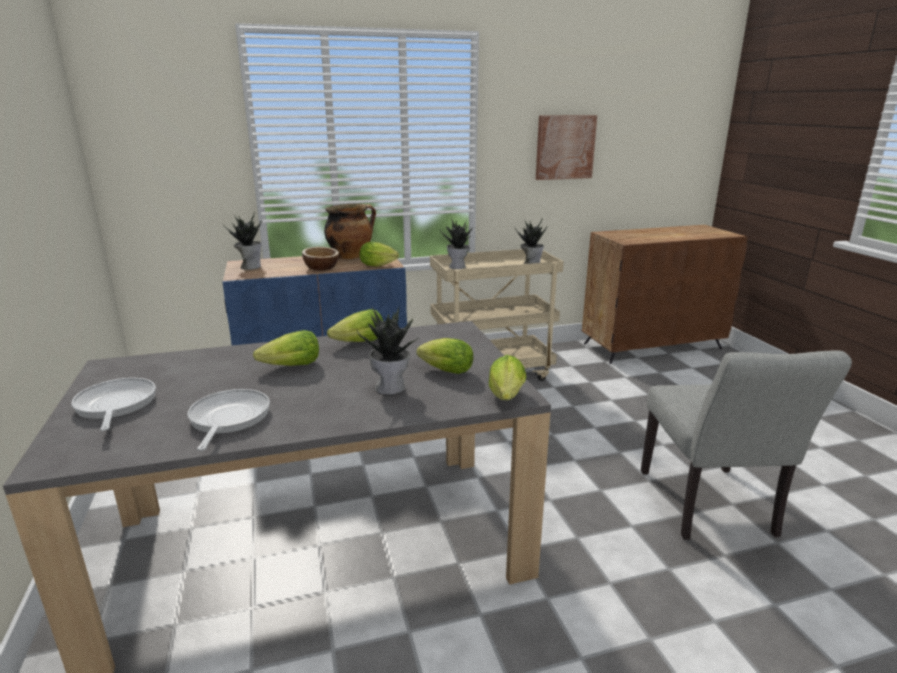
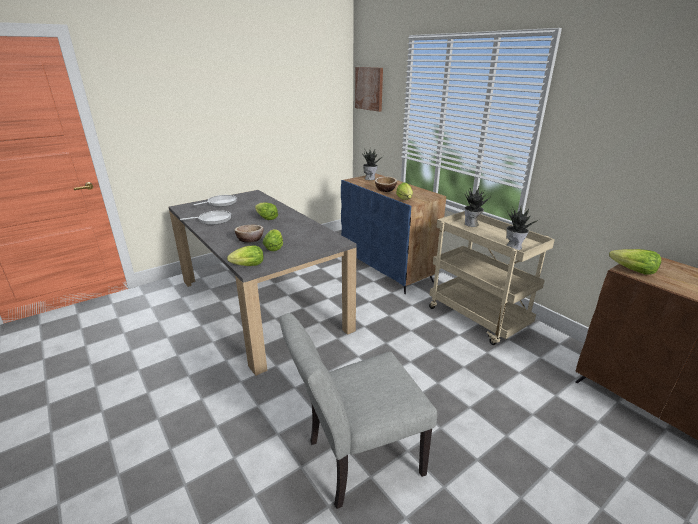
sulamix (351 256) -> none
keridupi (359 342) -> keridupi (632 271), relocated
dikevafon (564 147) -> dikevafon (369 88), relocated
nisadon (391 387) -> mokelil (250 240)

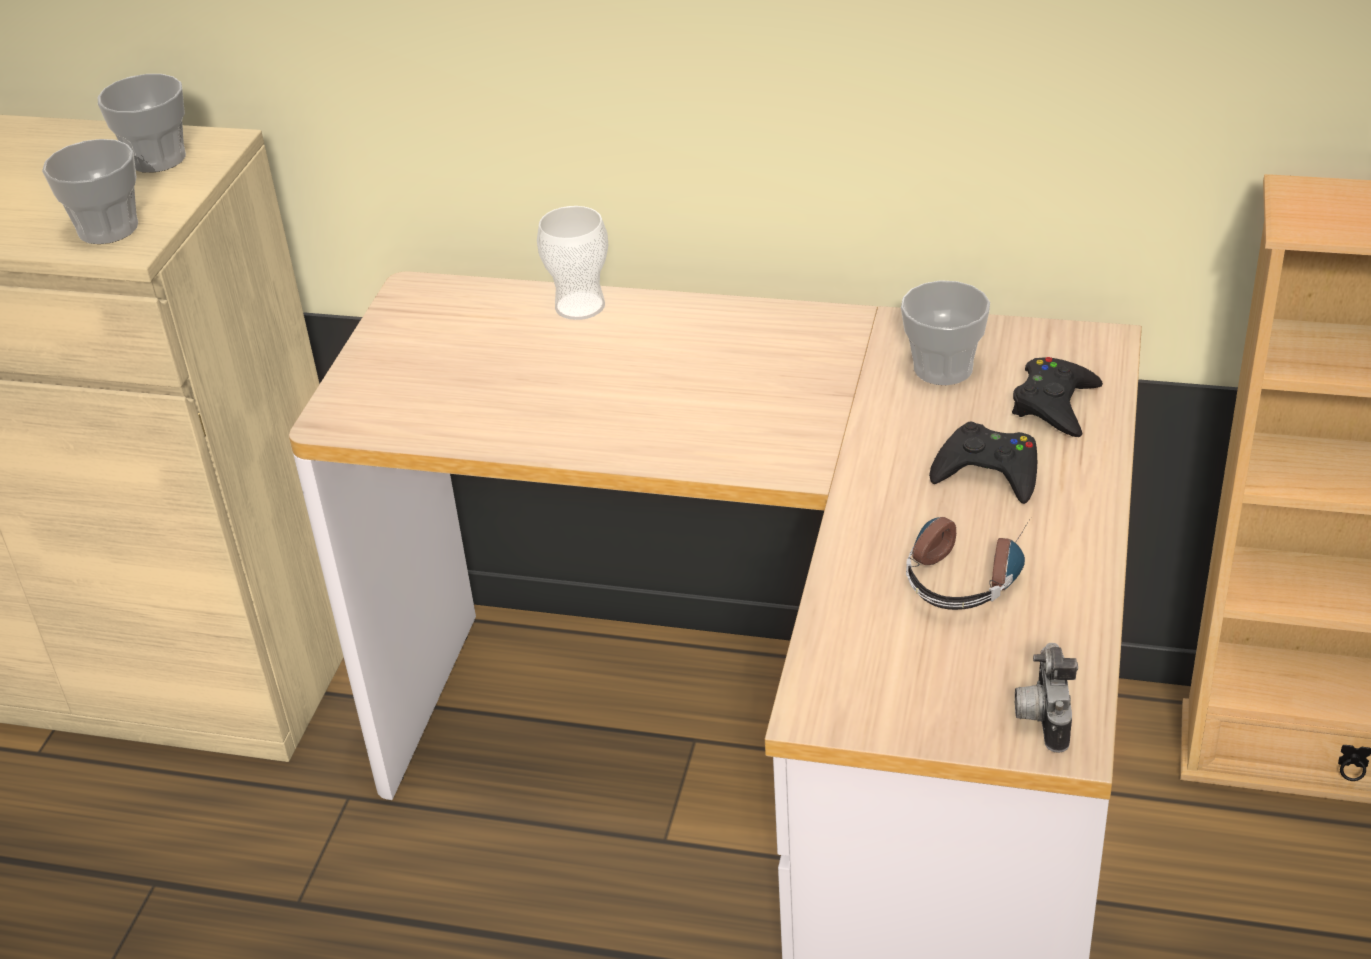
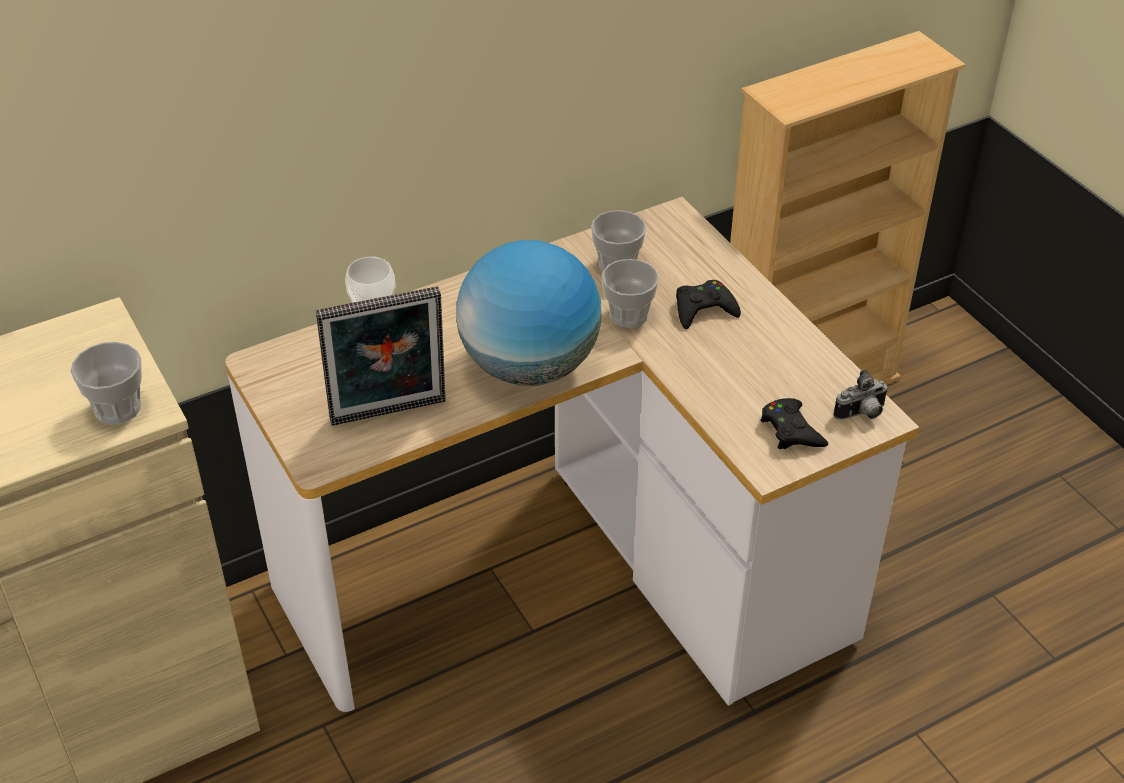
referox (967 570) -> none
none -> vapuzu (389 415)
none -> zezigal (530 366)
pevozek (157 159) -> pevozek (628 315), relocated
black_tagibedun (1055 405) -> black_tagibedun (791 430), relocated
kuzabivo (1041 717) -> kuzabivo (861 414), 75 degrees counterclockwise

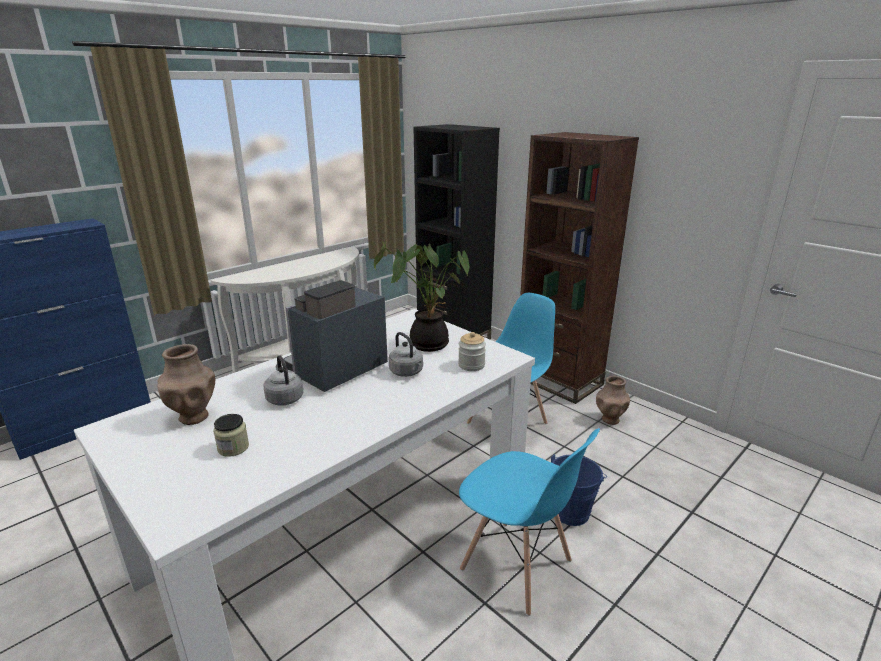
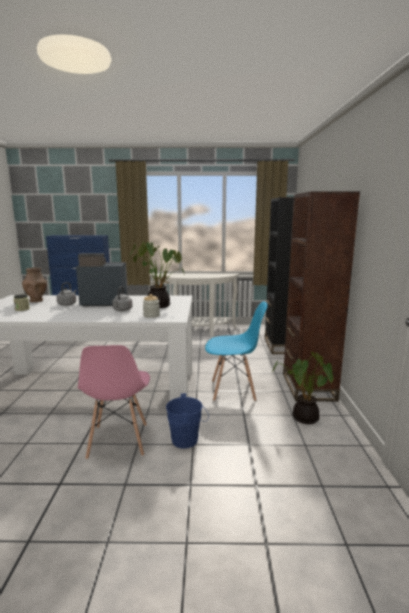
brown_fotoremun (610 419) -> nisadon (303 418)
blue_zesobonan (516 566) -> pink_zesobonan (118 441)

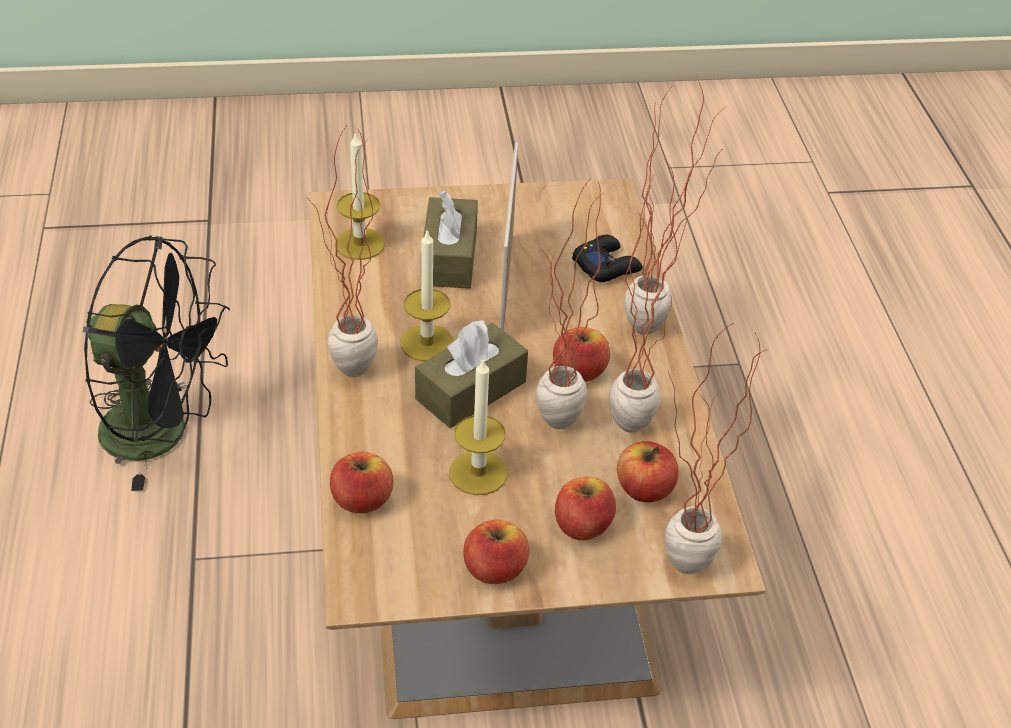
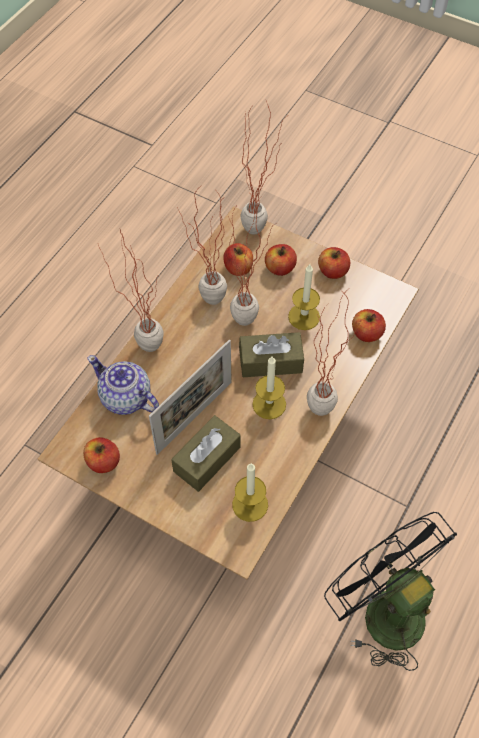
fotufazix (579 372) -> fotufazix (103 462), relocated
black_tagibedun (606 265) -> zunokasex (126 398)

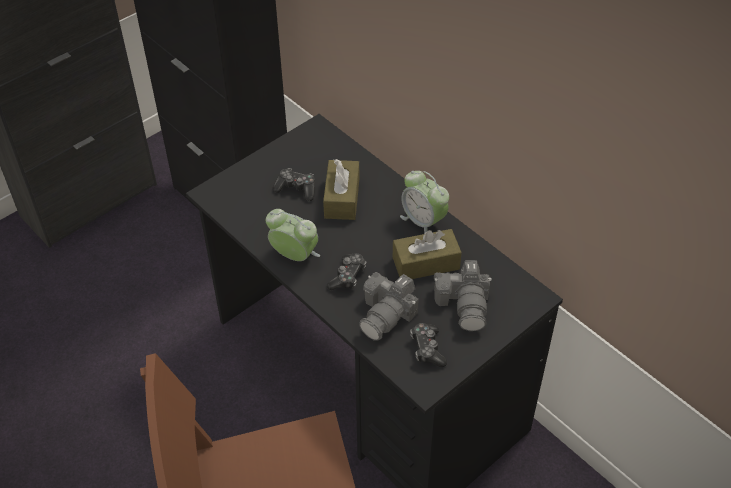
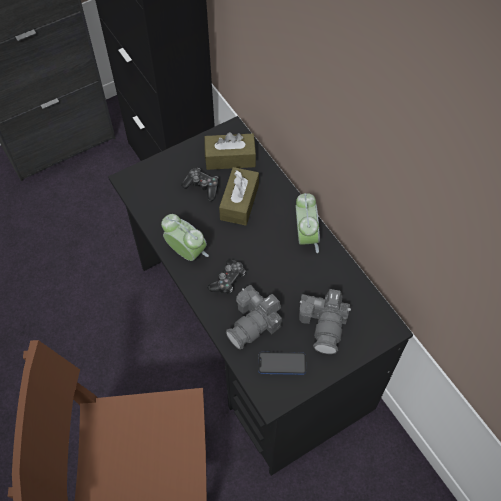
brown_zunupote (426 263) -> brown_zunupote (230 158), relocated
tagibedun (427 349) -> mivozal (282 363)
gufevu (423 221) -> gufevu (305 237), 150 degrees counterclockwise

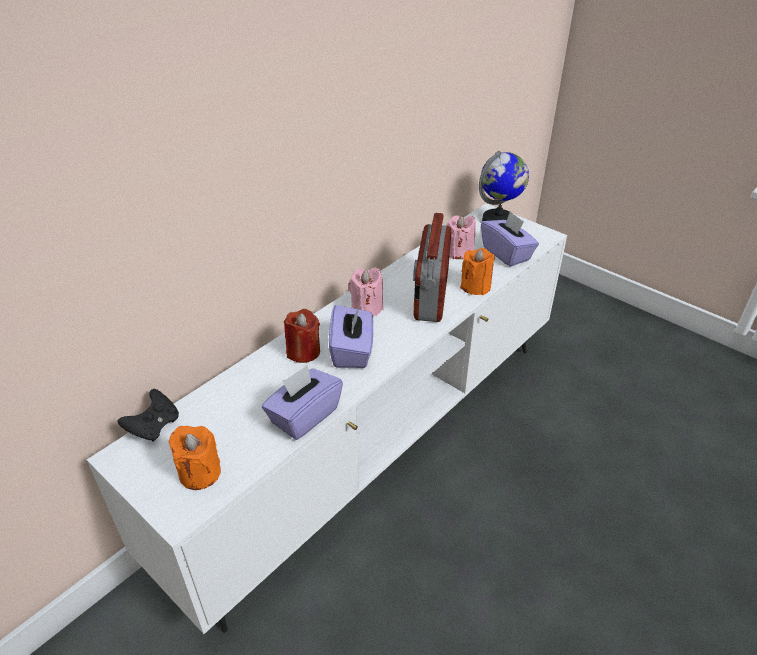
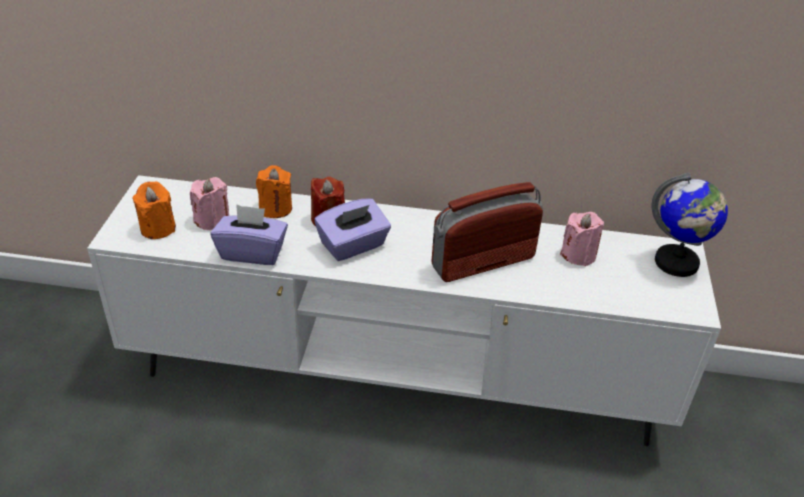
black_tagibedun (154 427) -> none
purple_zunupote (507 253) -> none
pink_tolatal (366 308) -> pink_tolatal (212 220), relocated
orange_tolatal (475 286) -> orange_tolatal (275 208), relocated

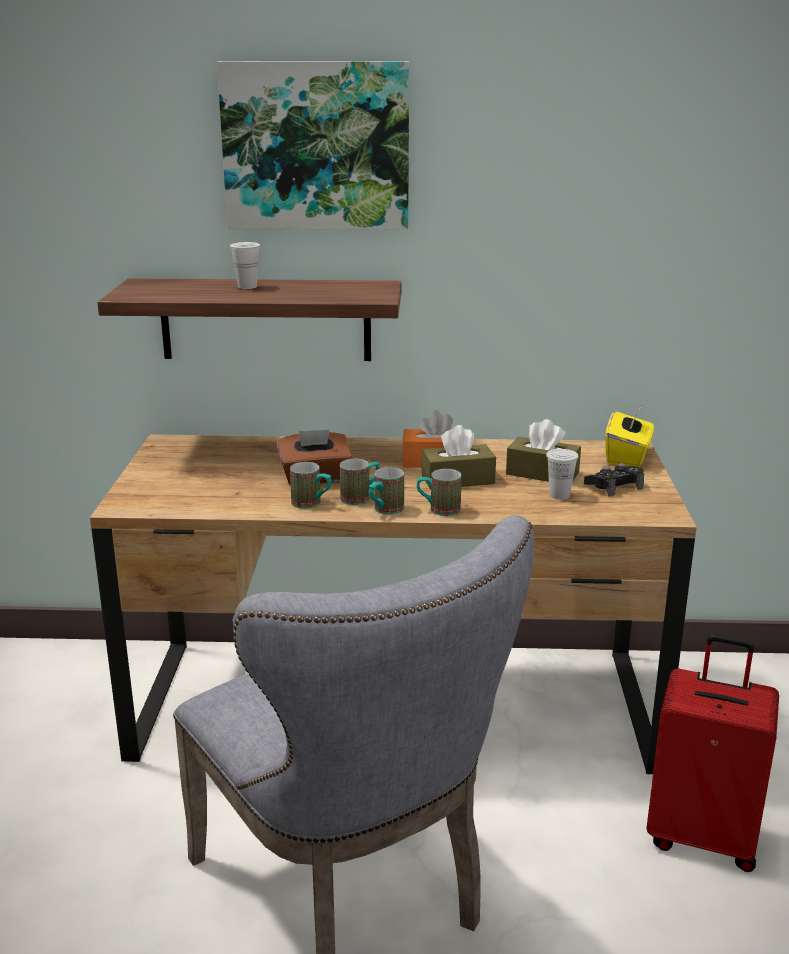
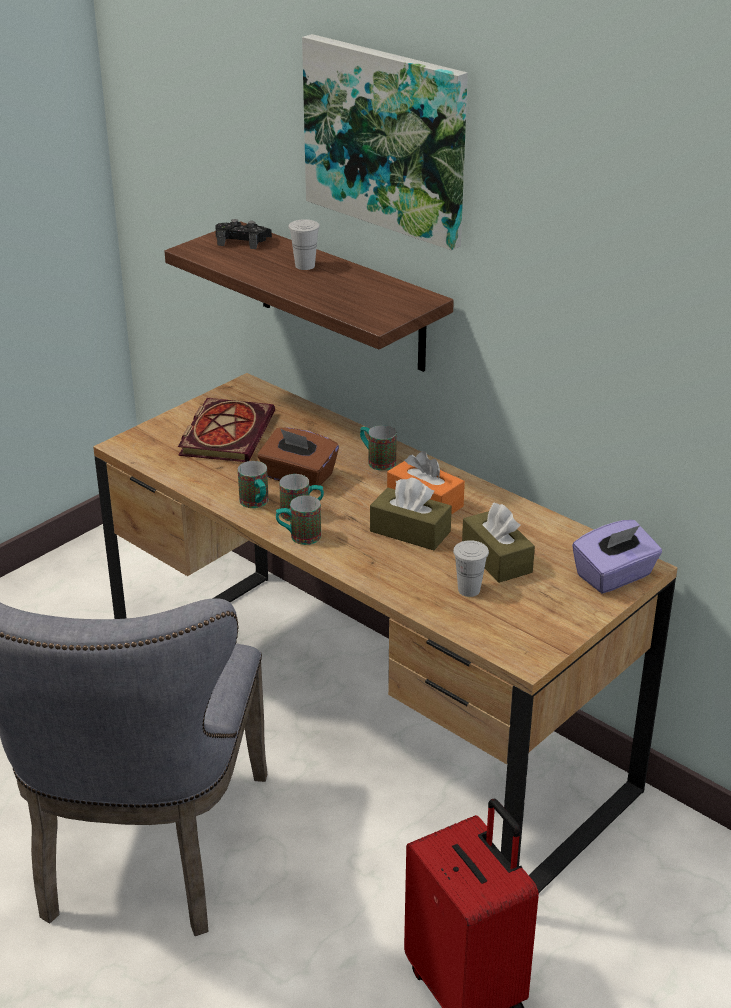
none -> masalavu (226 433)
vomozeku (438 510) -> vomozeku (377 461), relocated
black_tagibedun (614 486) -> black_tagibedun (242 241), relocated
yellow_zunupote (627 457) -> purple_zunupote (614 576)

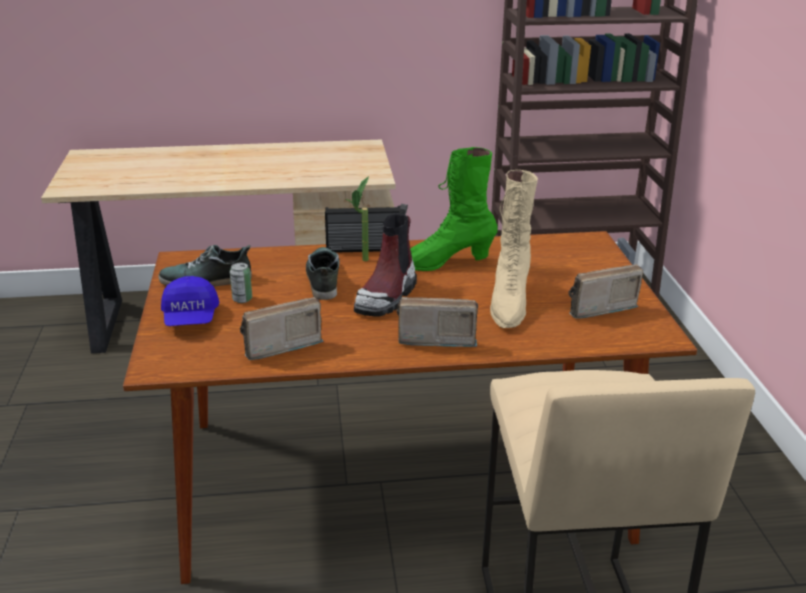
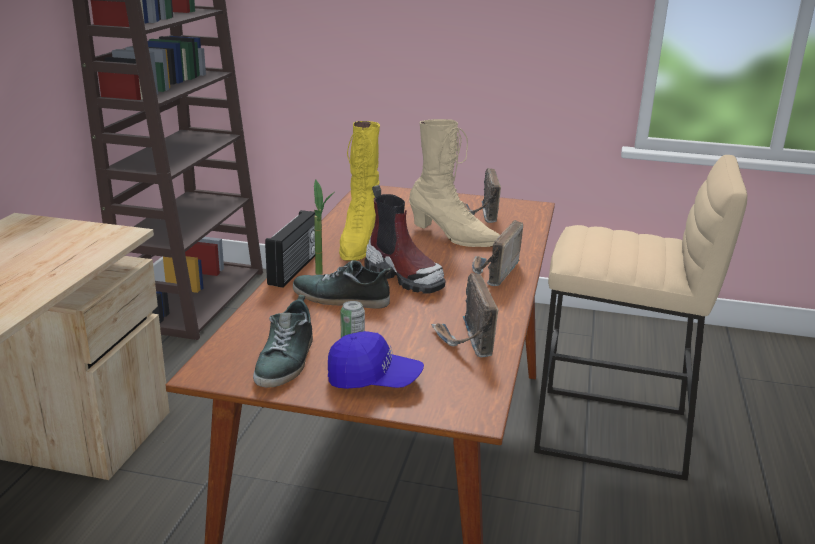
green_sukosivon (443 263) -> yellow_sukosivon (359 244)

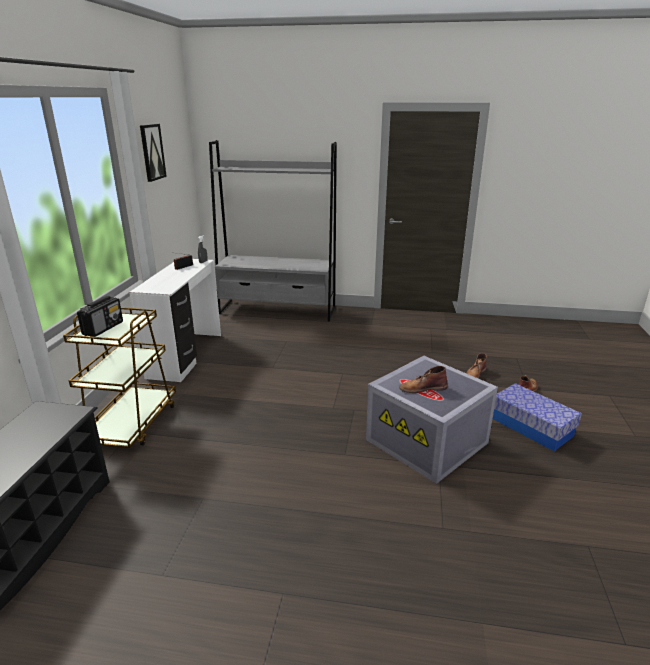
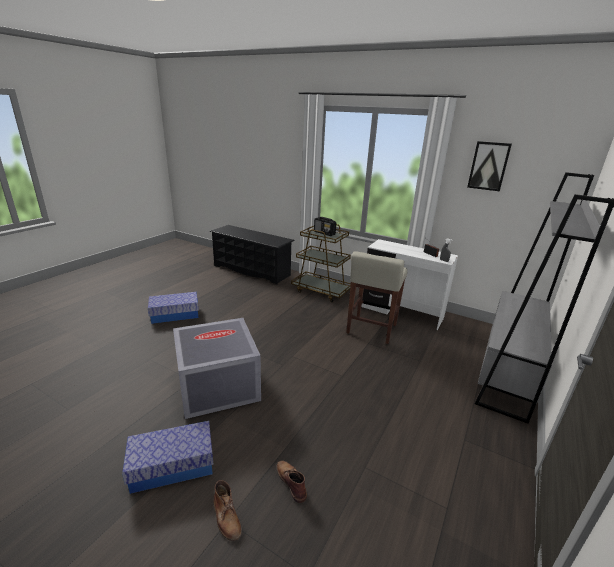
brown_sukosivon (422 388) -> none
none -> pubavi (175 314)
none -> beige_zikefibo (371 329)

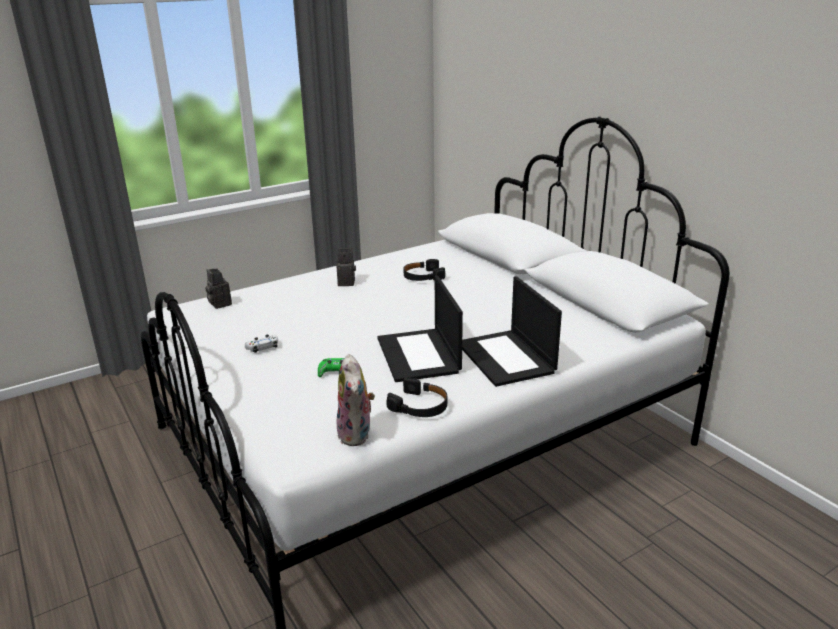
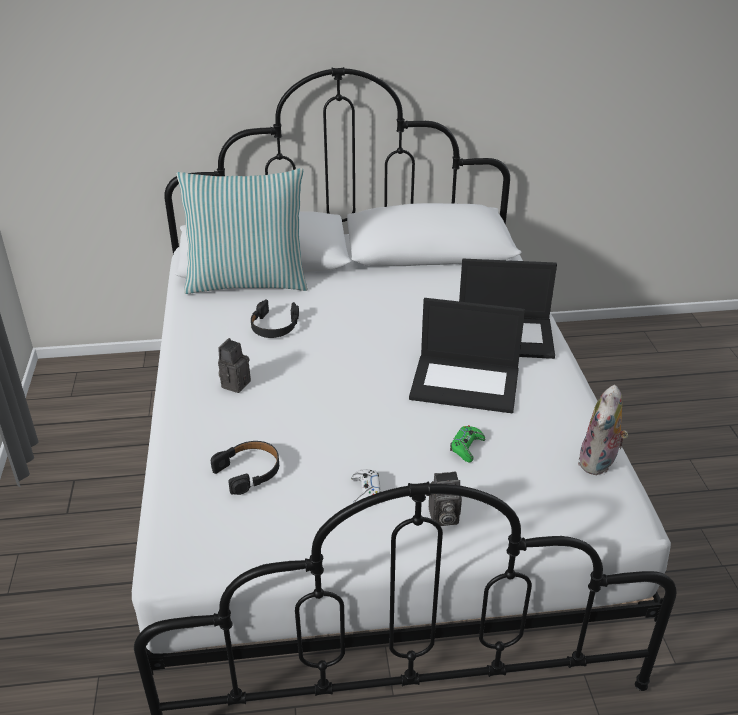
none -> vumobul (247 281)
kuzabivo (219 304) -> kuzabivo (442 518), relocated
black_referox (420 406) -> black_referox (249 471), relocated
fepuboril (357 434) -> fepuboril (599 463), 105 degrees clockwise

